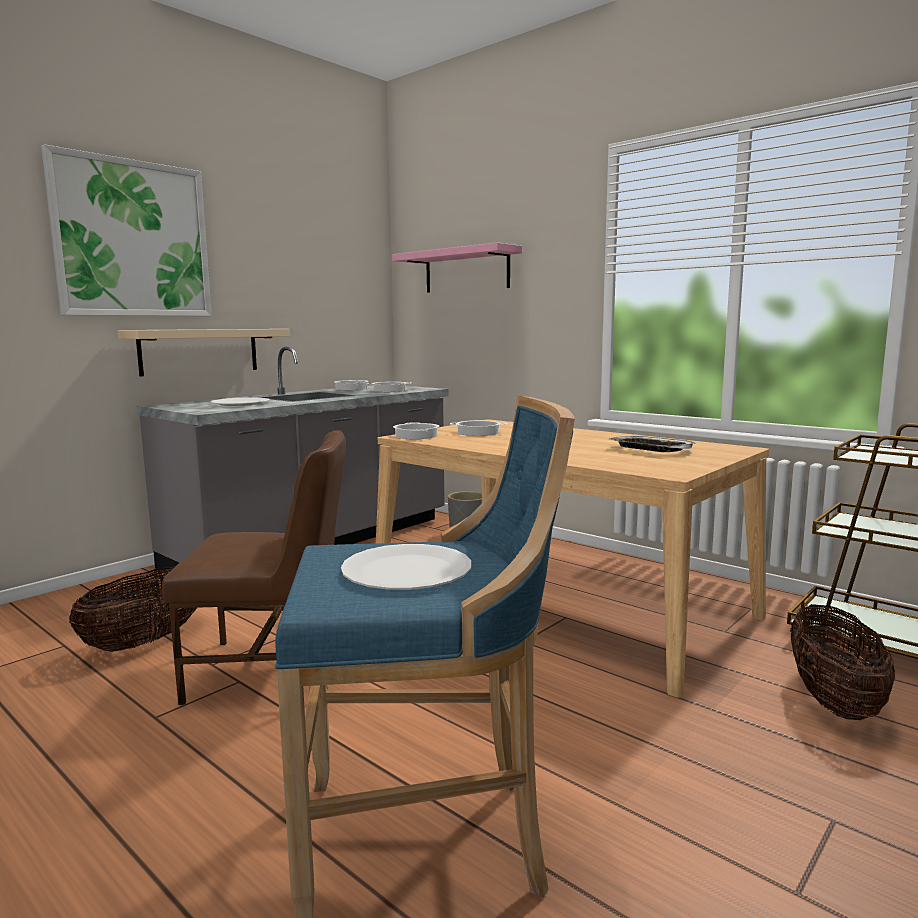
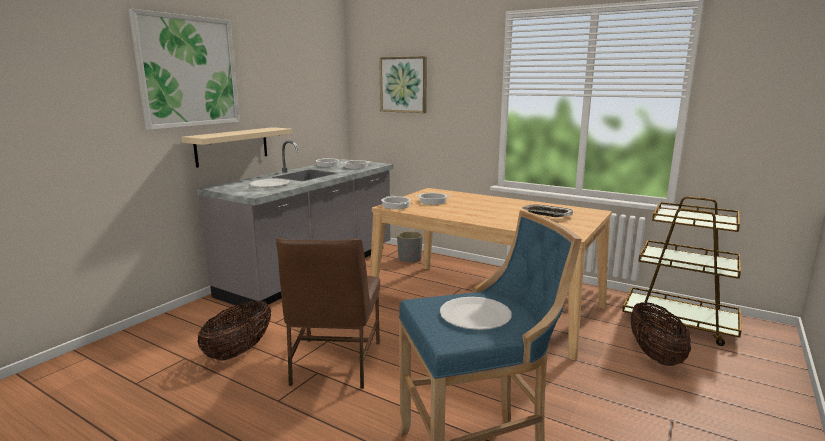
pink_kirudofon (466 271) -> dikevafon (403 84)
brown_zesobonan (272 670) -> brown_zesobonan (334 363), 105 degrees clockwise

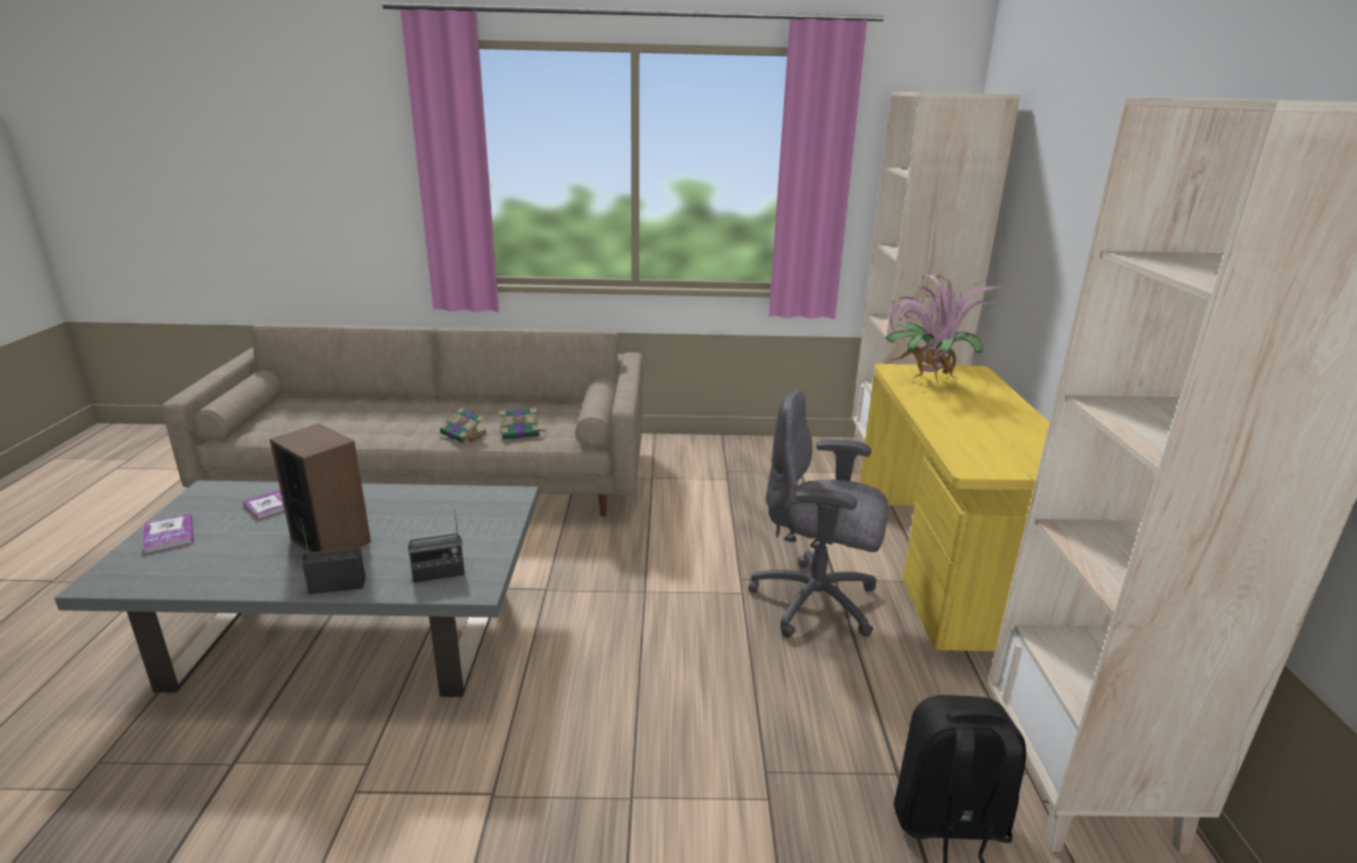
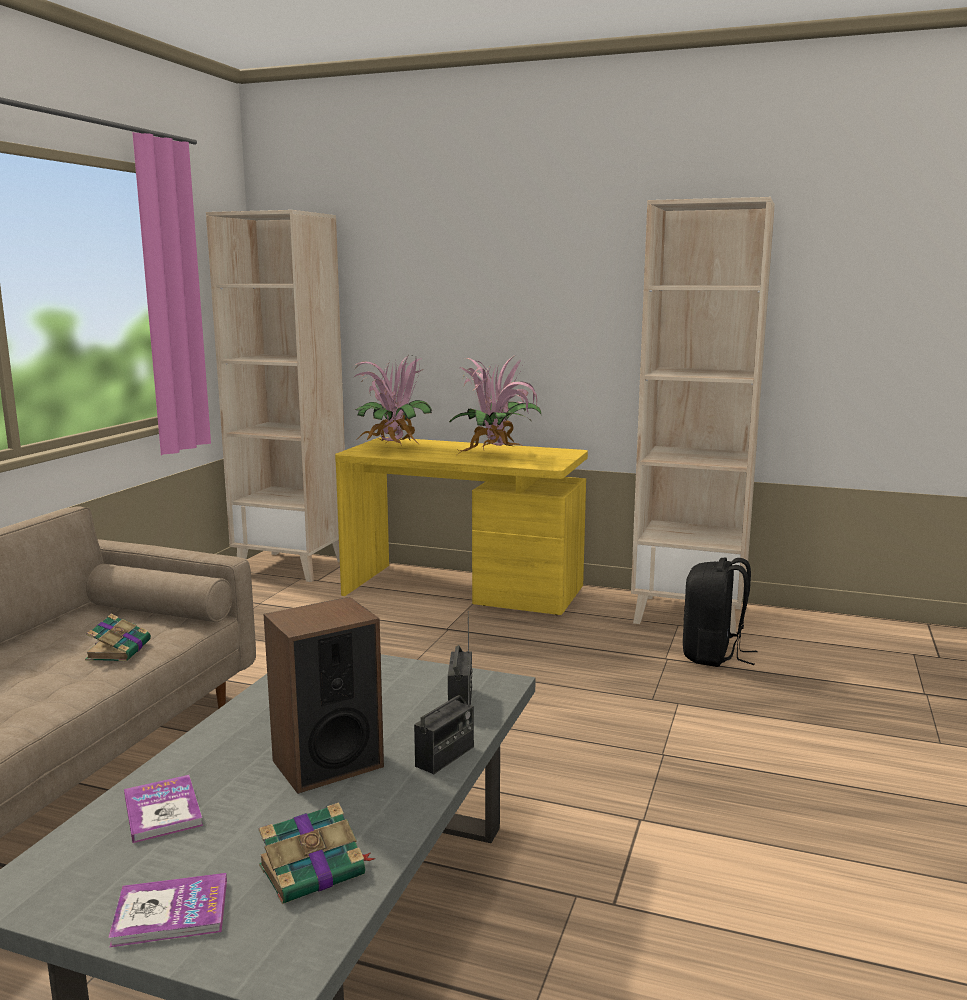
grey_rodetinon (816 603) -> none
none -> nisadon (496 455)
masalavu (465 434) -> masalavu (314 870), relocated
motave (337 585) -> motave (445 757), 150 degrees counterclockwise

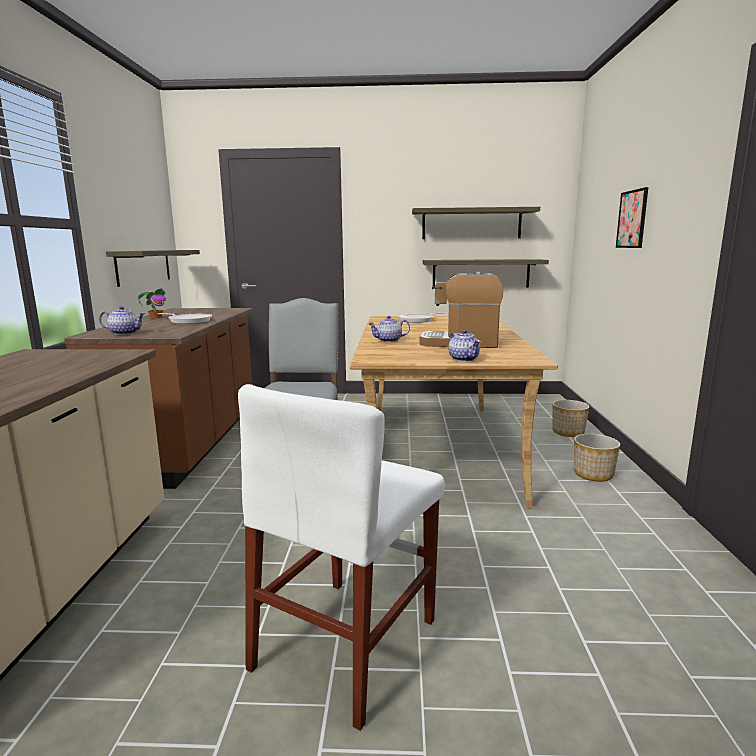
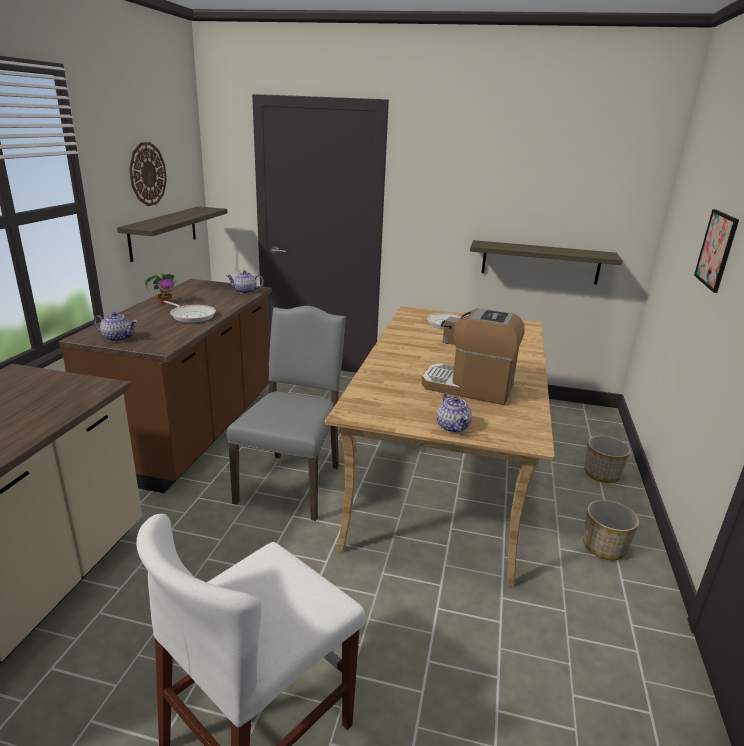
kirudofon (471 224) -> none
none -> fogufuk (147 174)
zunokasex (389 340) -> zunokasex (245 291), relocated

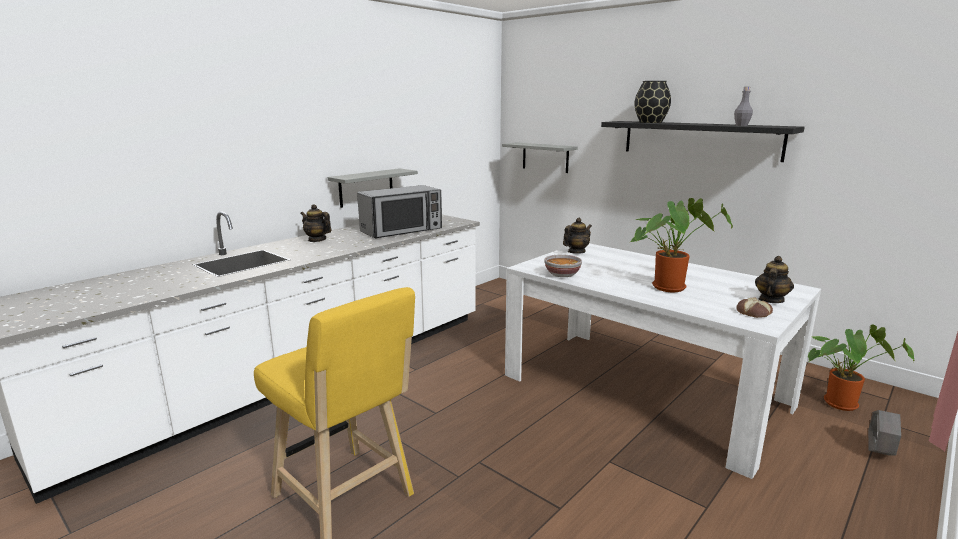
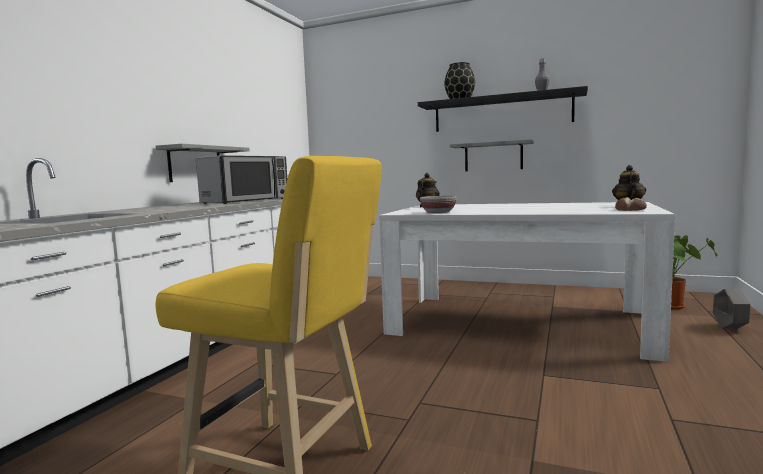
zunokasex (317 240) -> none
nisadon (670 287) -> none
grey_kirudofon (545 157) -> grey_kirudofon (493 156), relocated

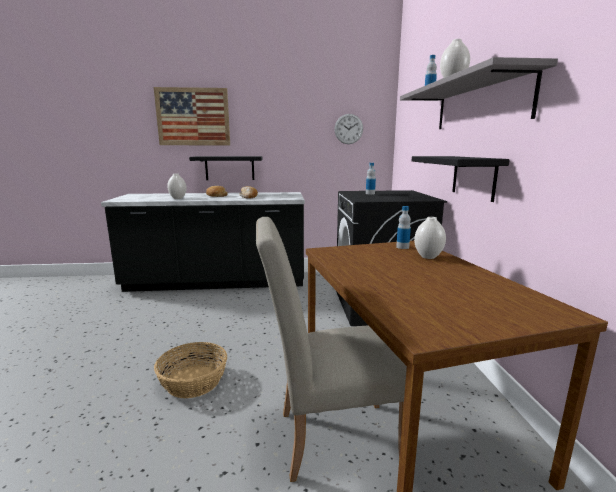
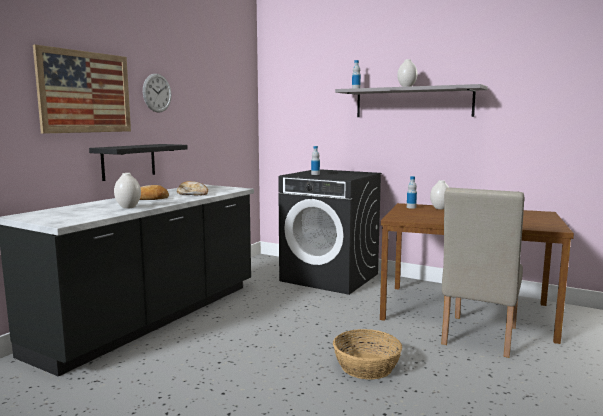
black_kirudofon (473 177) -> none
fogufuk (348 129) -> fogufuk (157 93), relocated

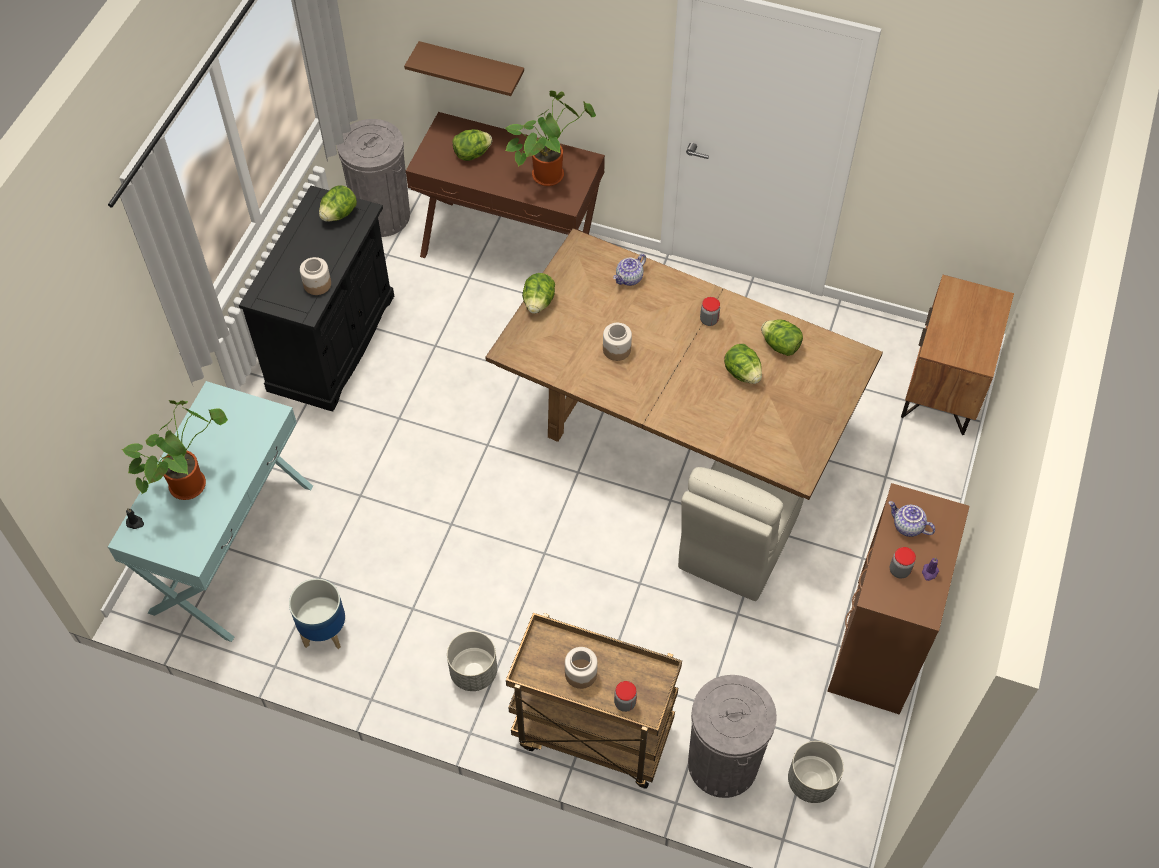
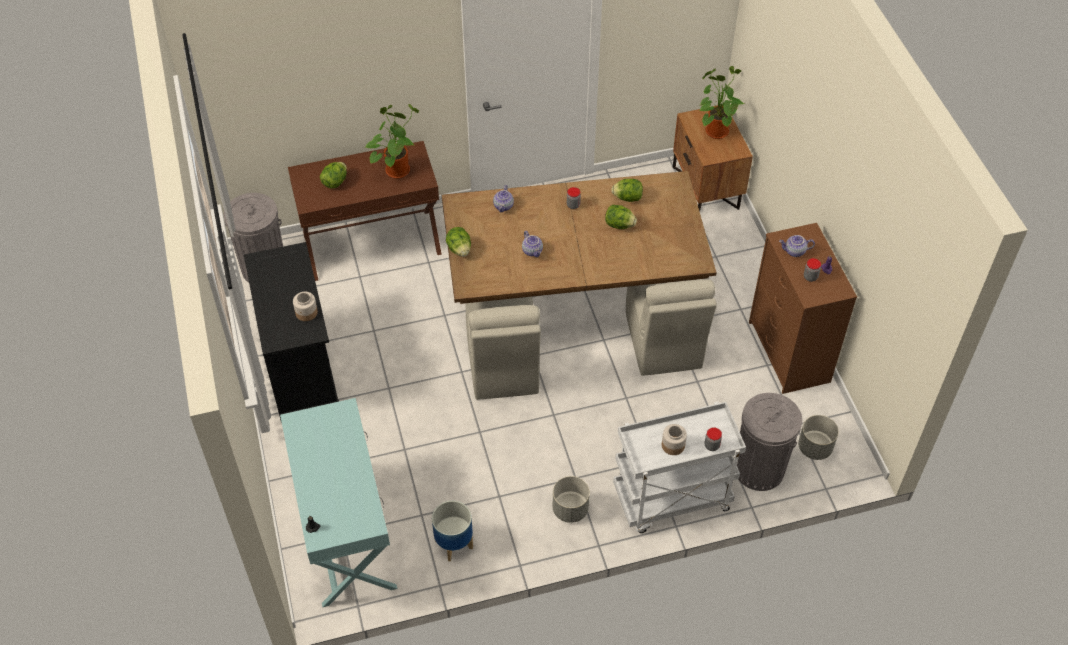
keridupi (339 214) -> none
brown_kirudofon (472 69) -> none
none -> beige_zesobonan (503 366)
nisadon (189 481) -> nisadon (715 130), relocated
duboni (617 349) -> zunokasex (533 251)
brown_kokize (591 734) -> white_kokize (671 500)

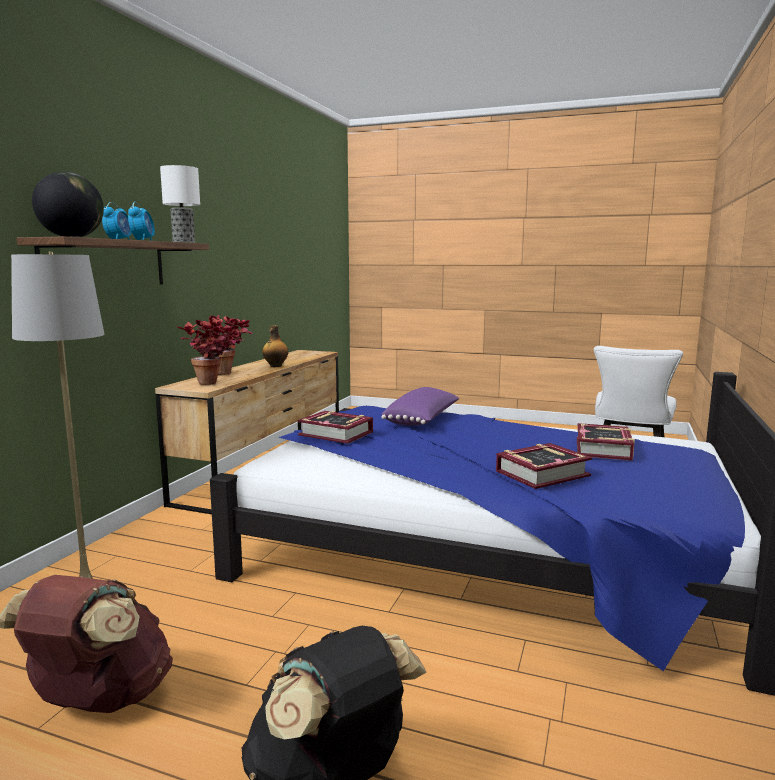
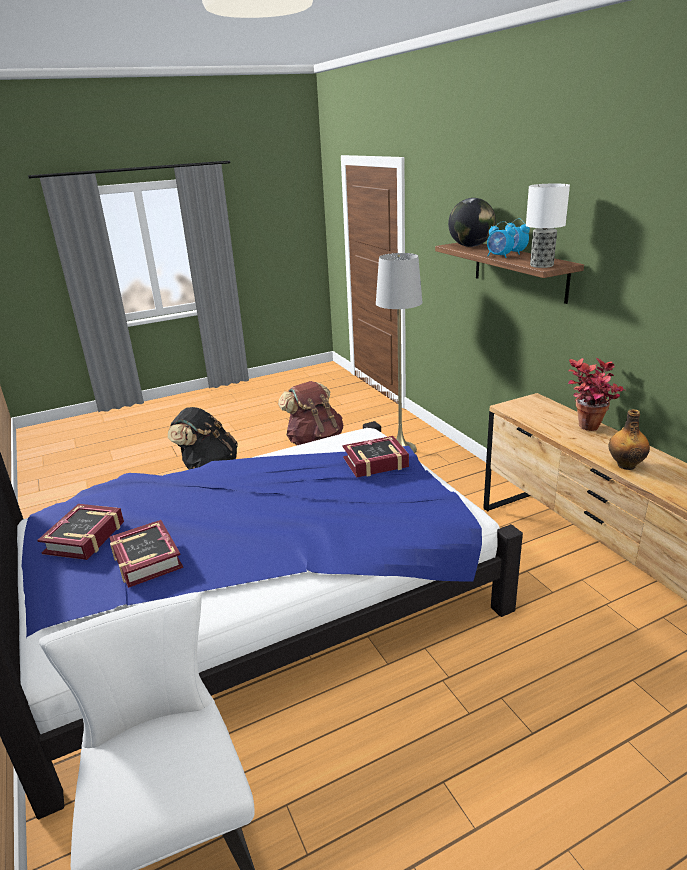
nisadon (213 384) -> none
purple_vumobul (423 420) -> none
masalavu (542 473) -> masalavu (85 537), relocated

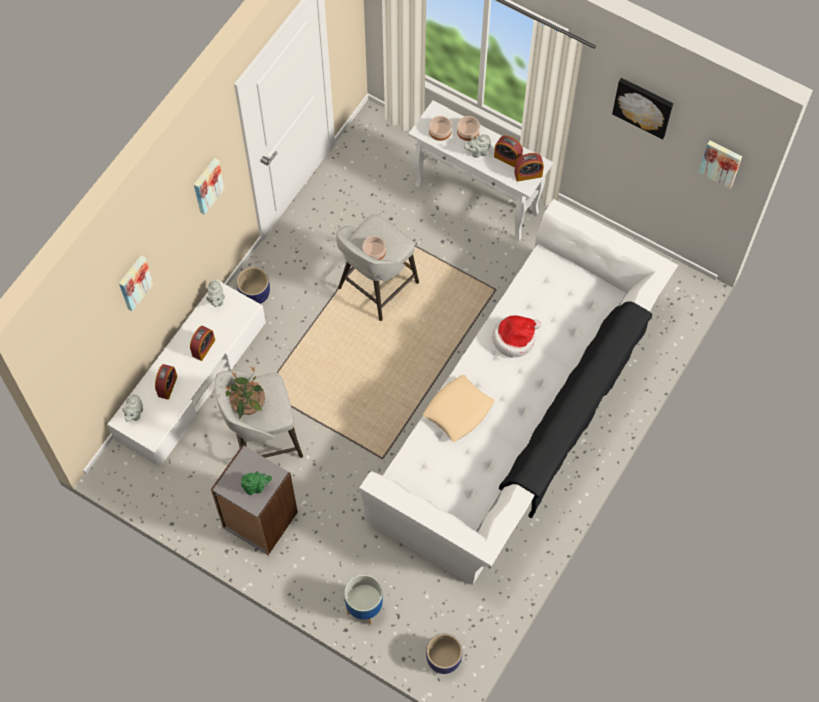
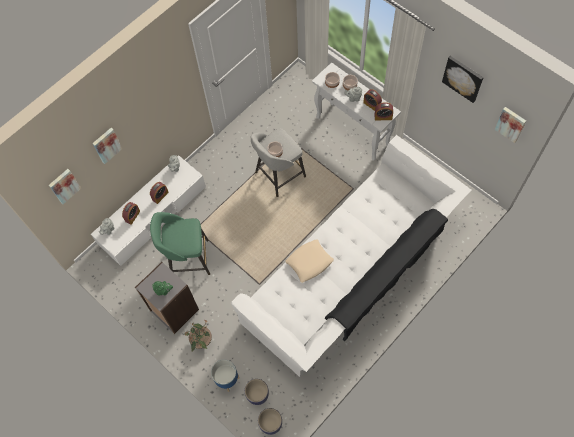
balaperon (515 338) -> none
dikevafon (207 185) -> dikevafon (64 185), relocated
nisadon (248 405) -> nisadon (201 341), relocated
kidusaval (254 294) -> kidusaval (257 394), relocated
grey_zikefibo (263 438) -> green_zikefibo (188 259)

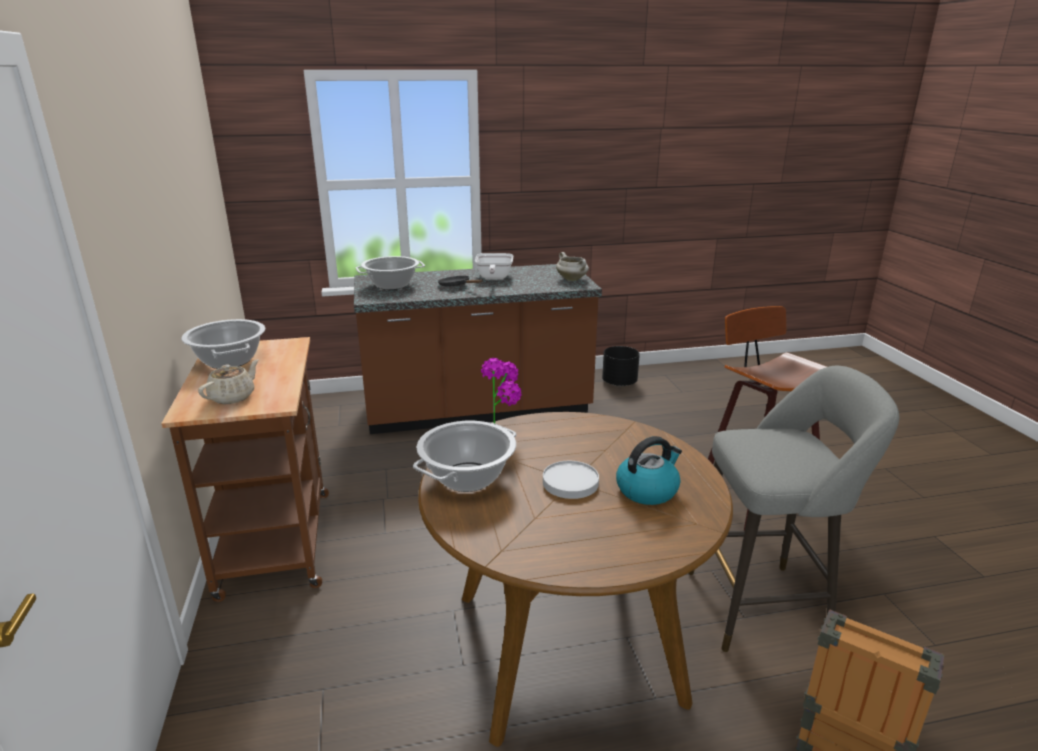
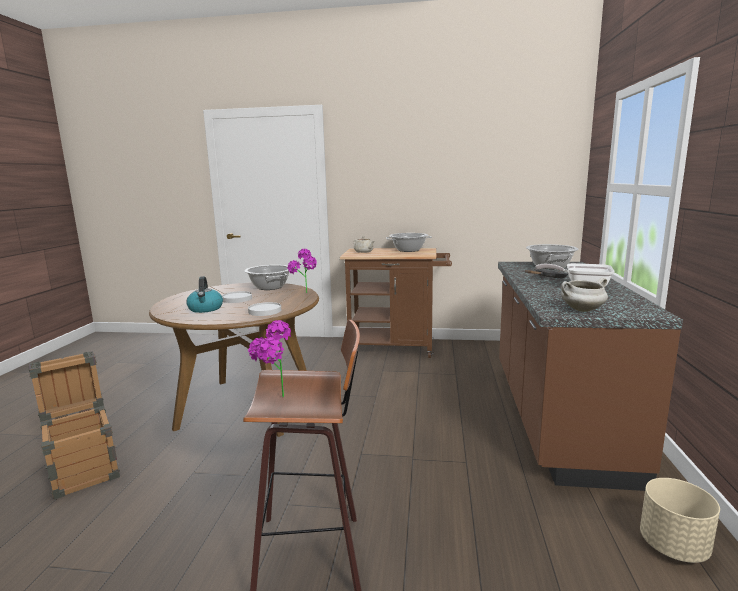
grey_zikefibo (764 605) -> none
none -> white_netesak (265 311)
none -> nisadon (274 400)
black_kidusaval (619 383) -> beige_kidusaval (673 546)

